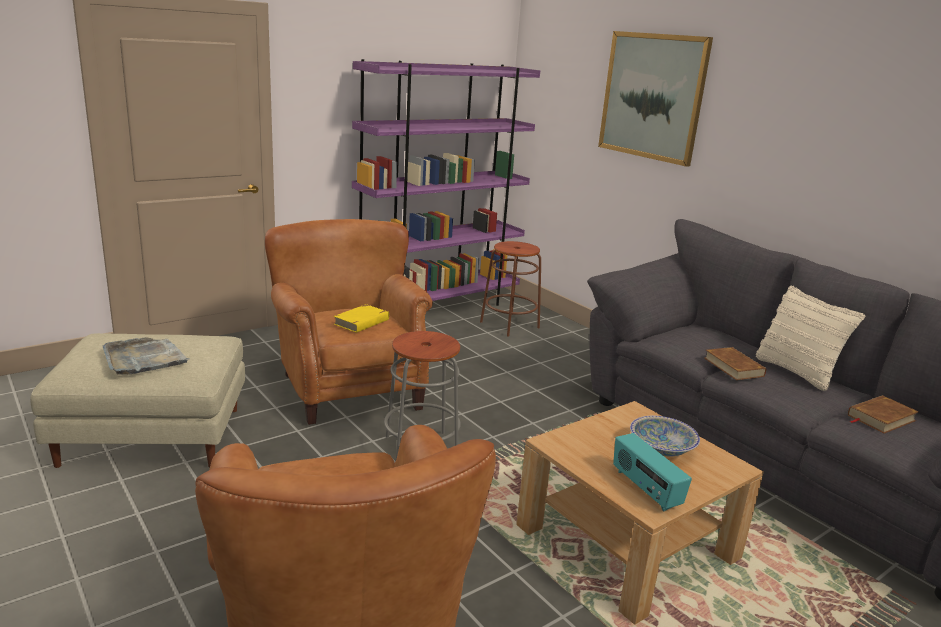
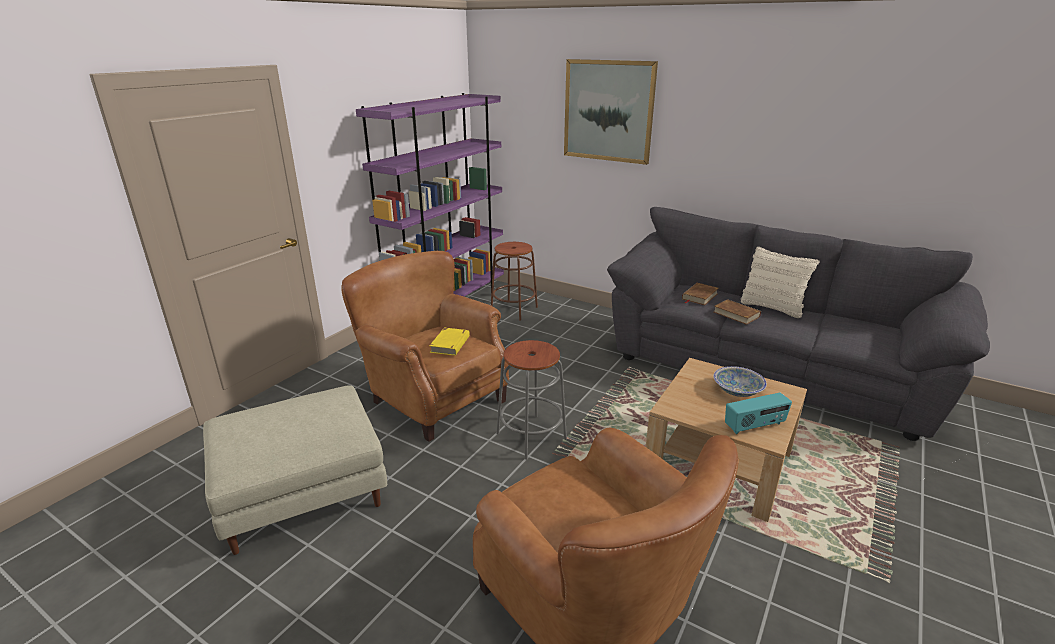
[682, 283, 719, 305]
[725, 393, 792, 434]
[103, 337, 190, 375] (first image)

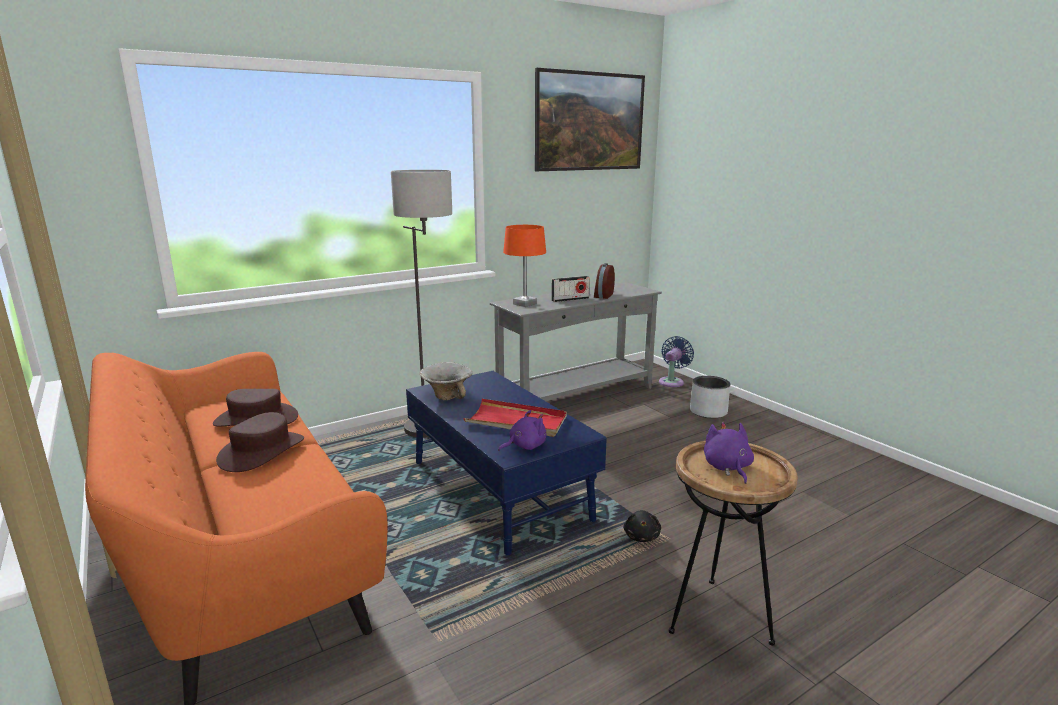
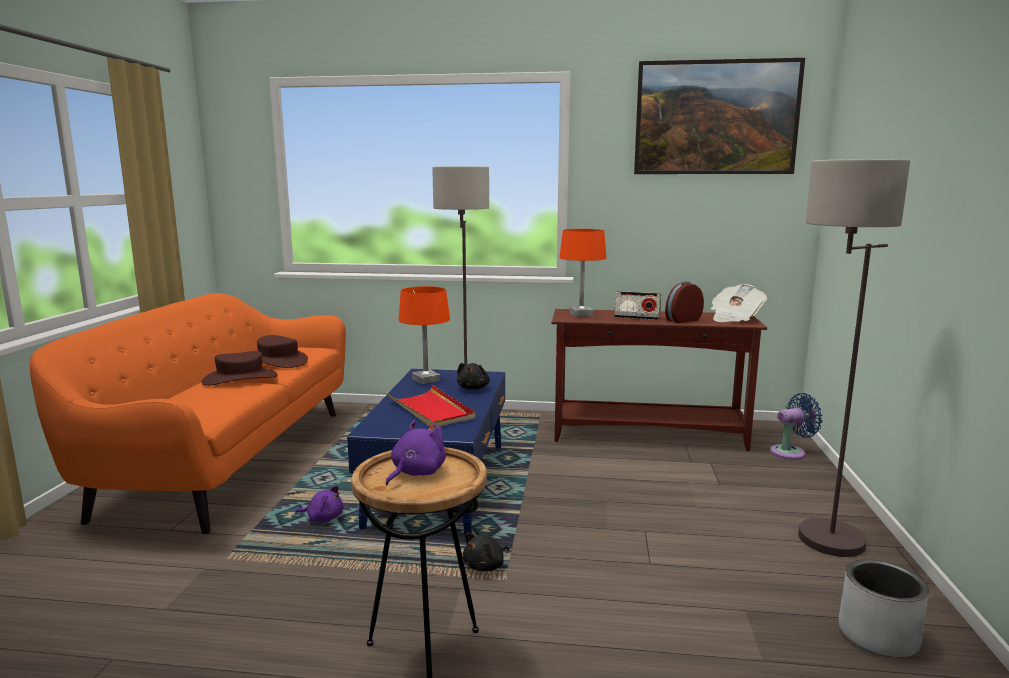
[295, 485, 344, 522]
[398, 286, 450, 384]
[457, 363, 490, 390]
[551, 309, 767, 451]
[711, 284, 767, 322]
[798, 159, 910, 557]
[839, 559, 929, 657]

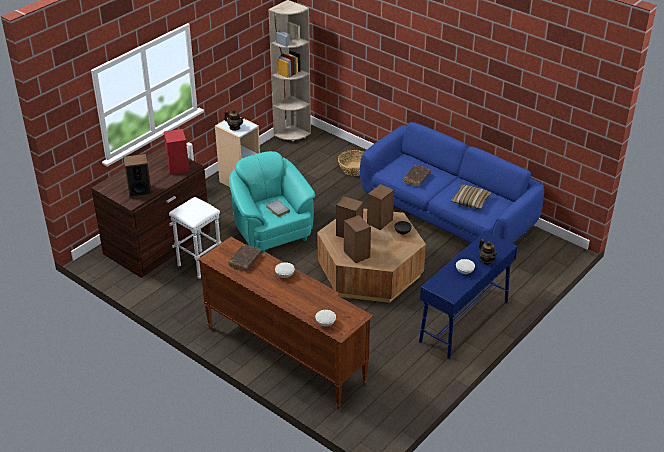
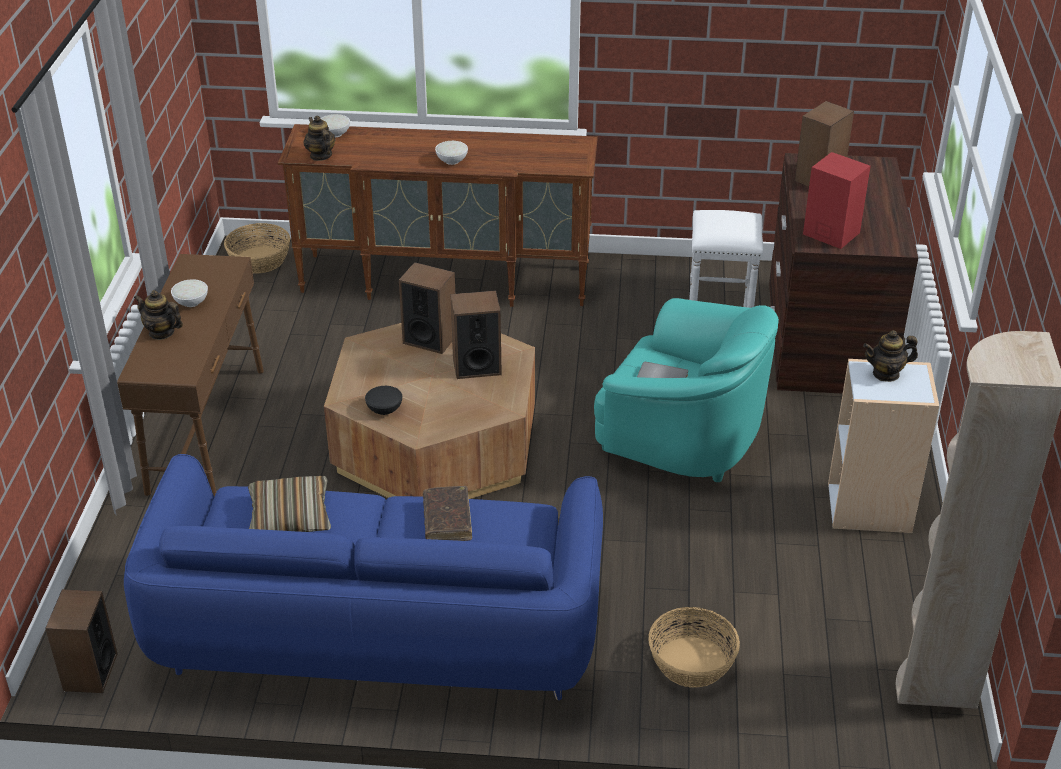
[45, 589, 118, 693]
[117, 254, 264, 497]
[224, 223, 290, 273]
[304, 116, 336, 161]
[228, 244, 262, 271] (first image)

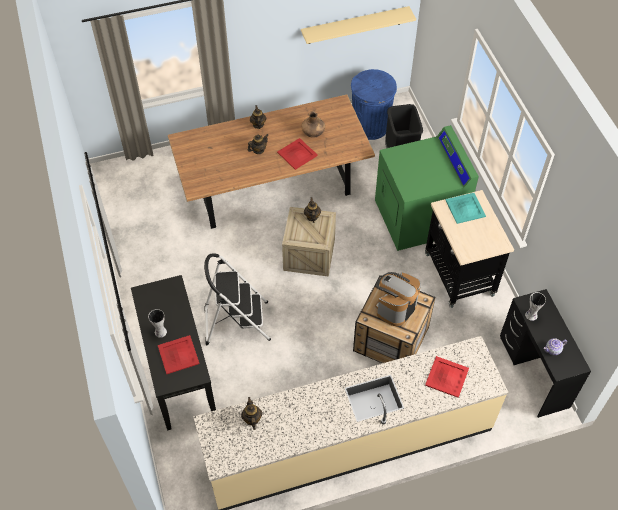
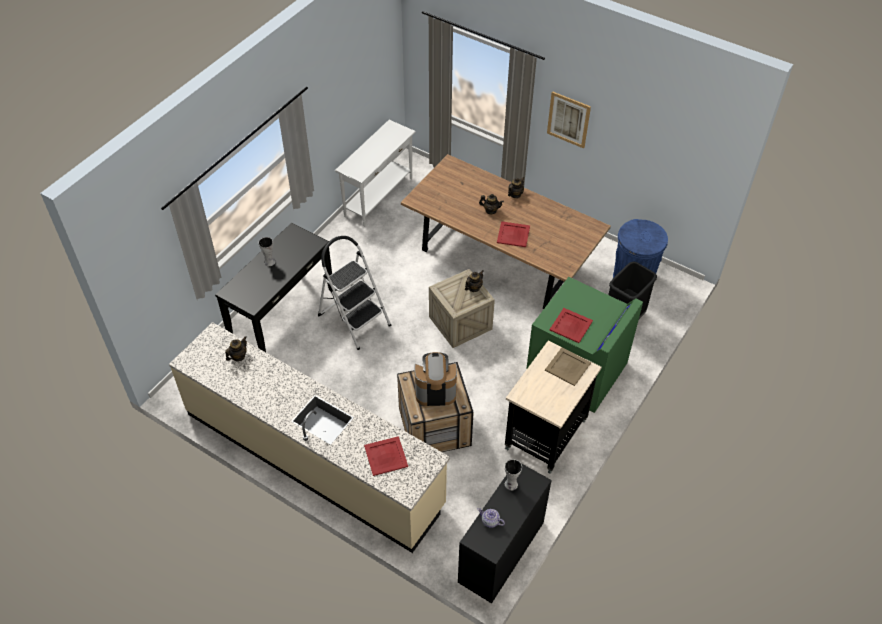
[335, 120, 416, 226]
[545, 347, 591, 386]
[547, 91, 591, 148]
[550, 308, 593, 343]
[301, 6, 416, 44] (first image)
[302, 111, 325, 138] (first image)

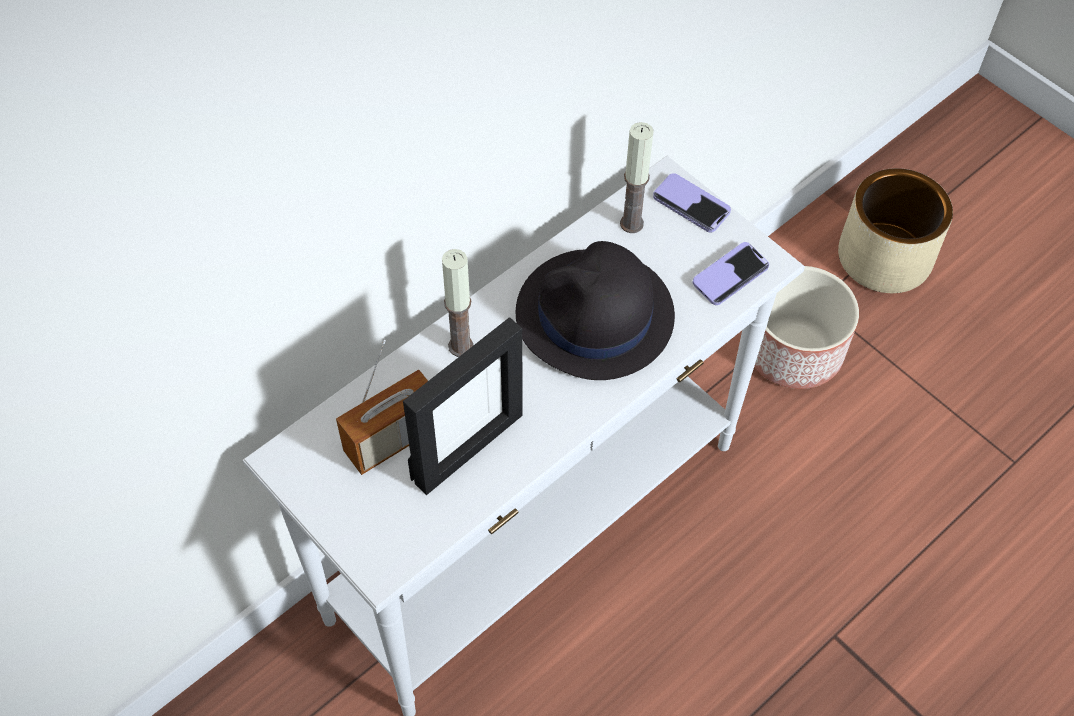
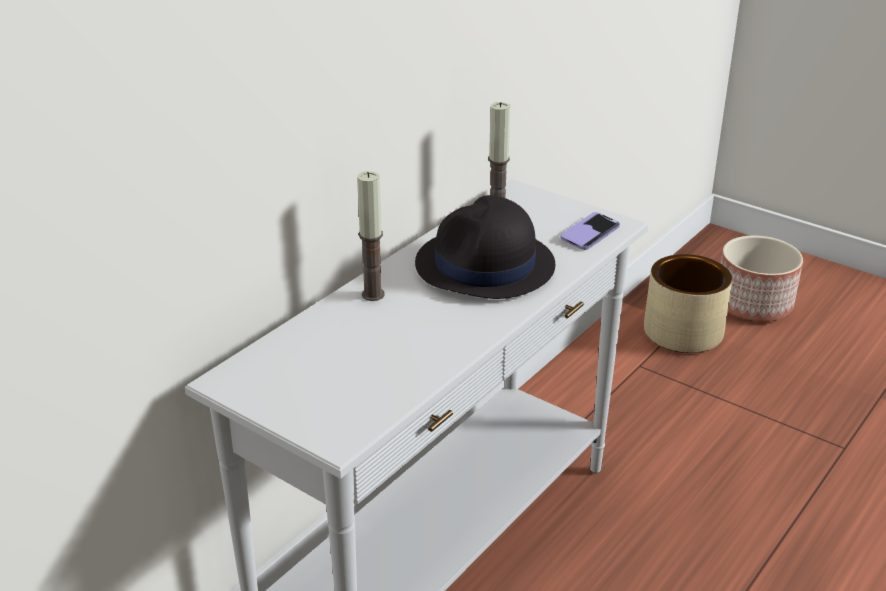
[721, 235, 803, 322]
[336, 340, 428, 475] (first image)
[403, 317, 522, 495] (first image)
[653, 173, 731, 233] (first image)

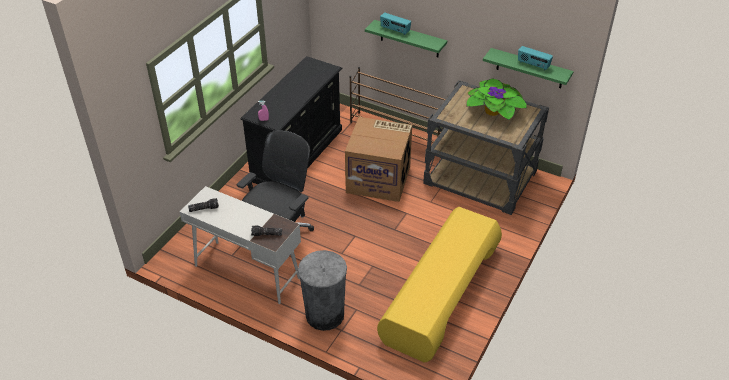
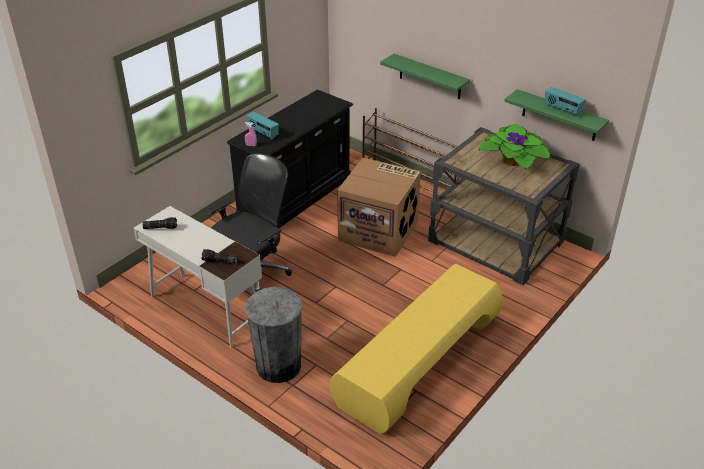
[247, 112, 279, 139]

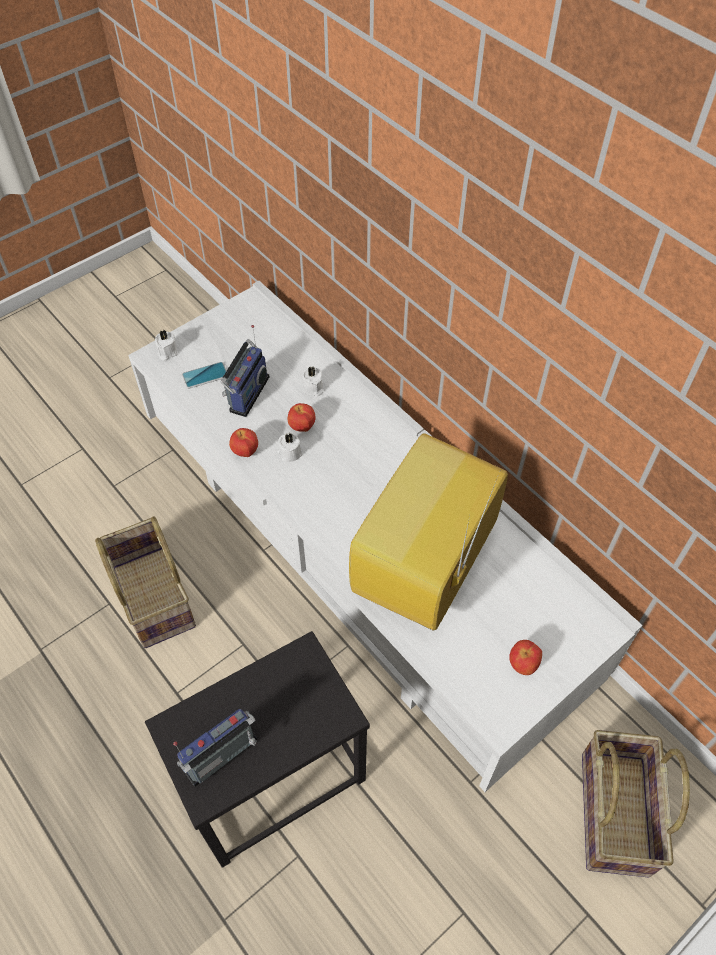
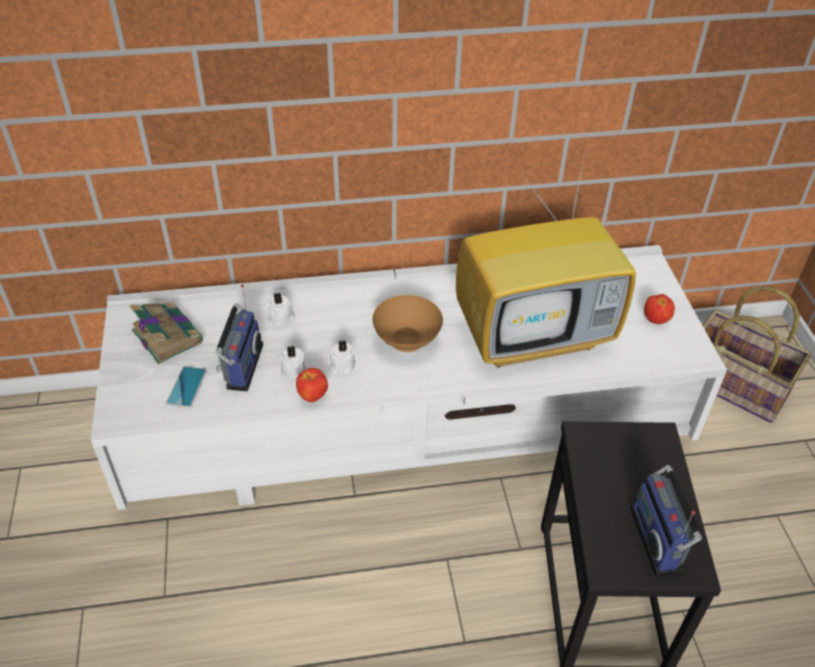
[130, 302, 203, 365]
[216, 284, 263, 391]
[280, 346, 306, 380]
[372, 295, 443, 352]
[456, 148, 636, 367]
[95, 516, 196, 648] (first image)
[288, 403, 315, 432] (first image)

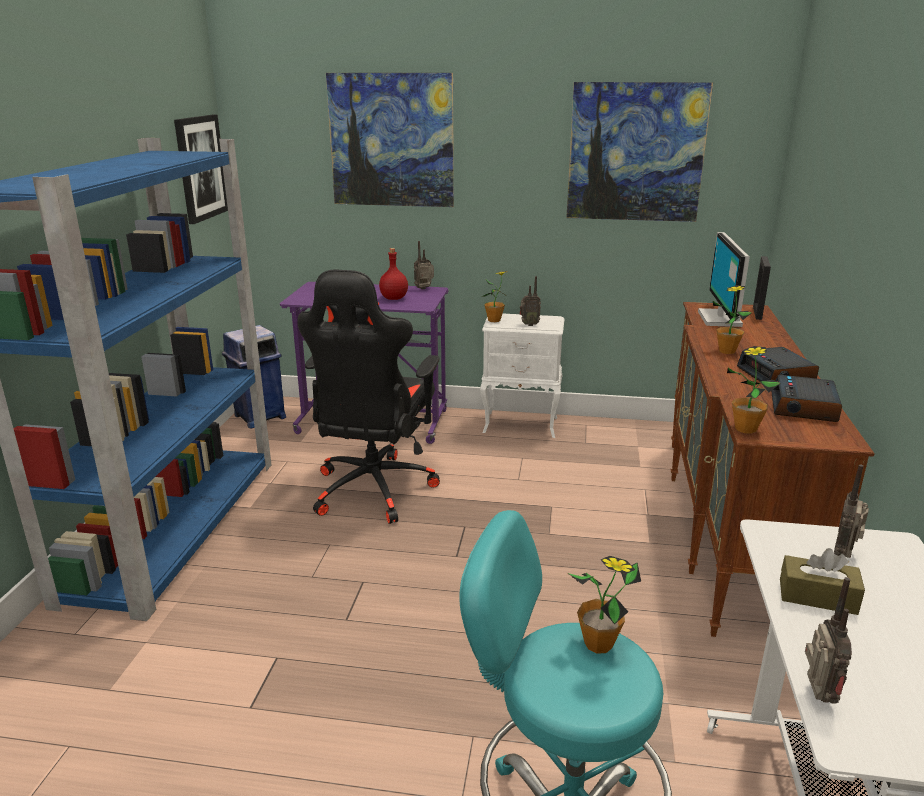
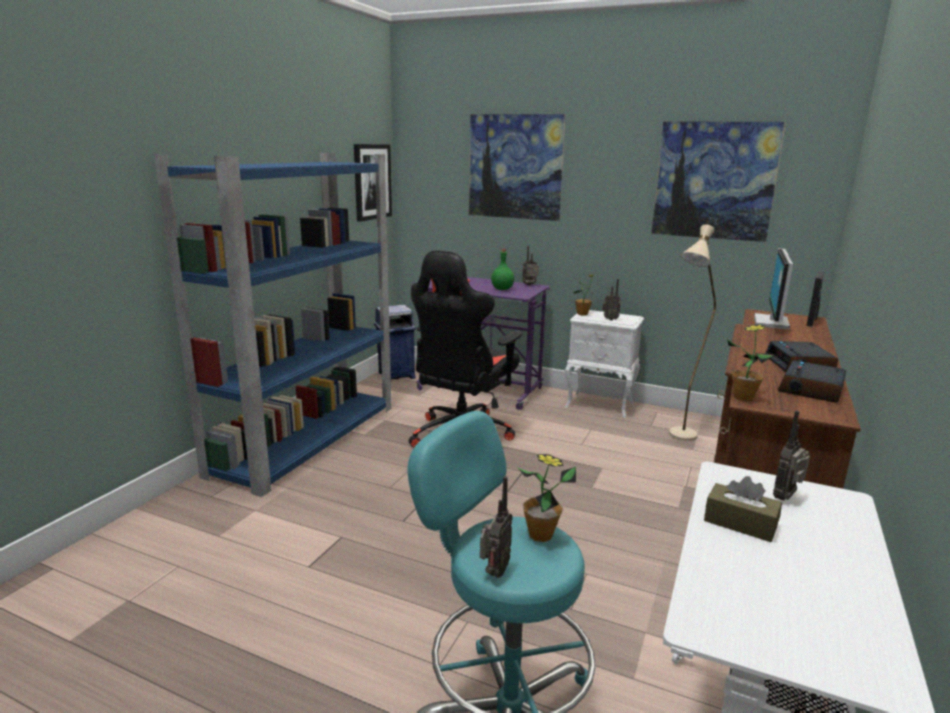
[480, 476, 512, 578]
[491, 249, 514, 290]
[669, 225, 716, 441]
[713, 286, 752, 354] (first image)

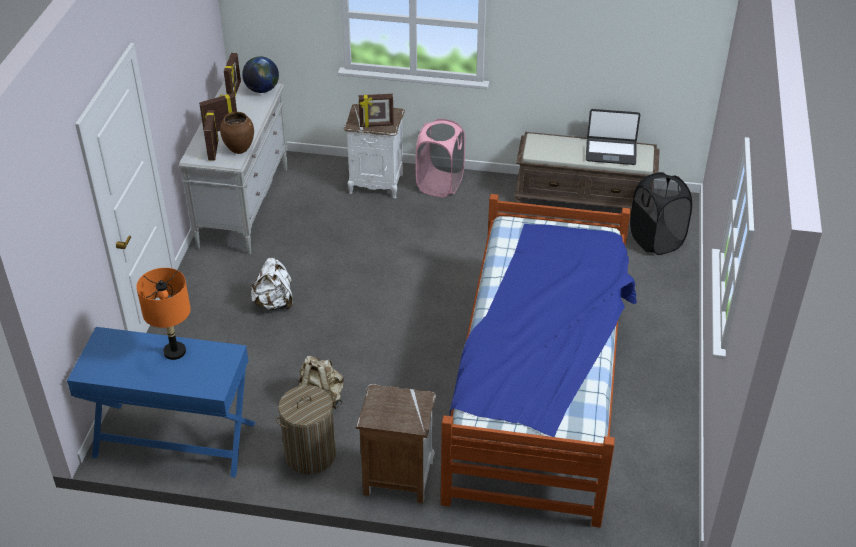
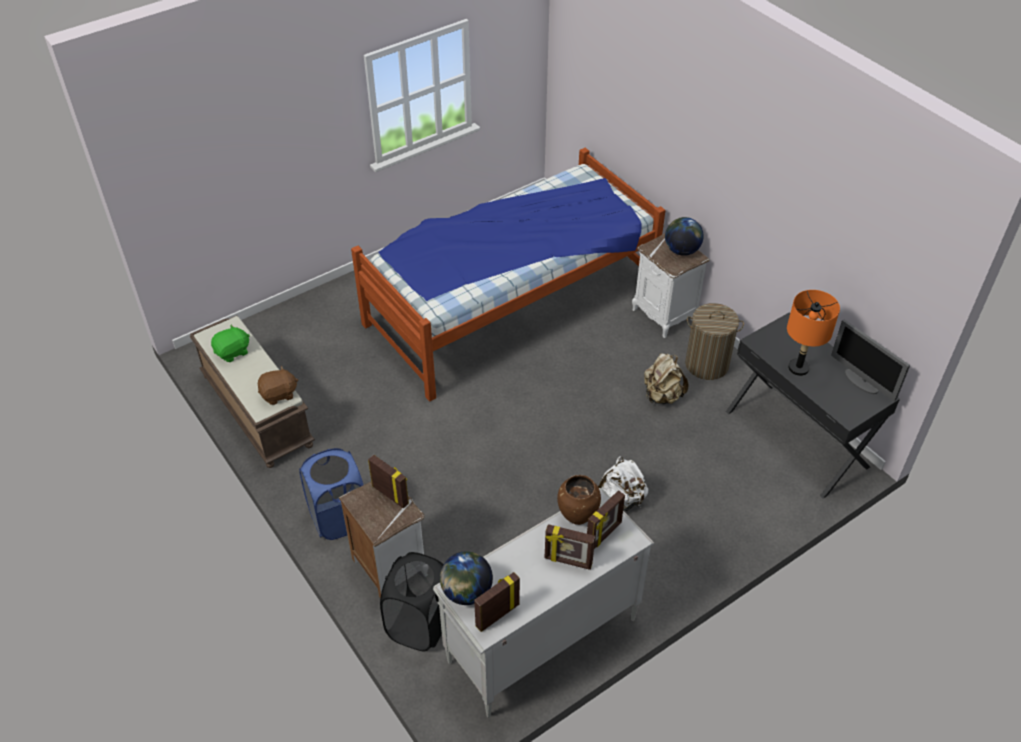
[211, 324, 250, 362]
[258, 366, 298, 405]
[299, 448, 363, 540]
[380, 552, 444, 652]
[665, 217, 704, 256]
[726, 312, 900, 499]
[831, 320, 910, 401]

